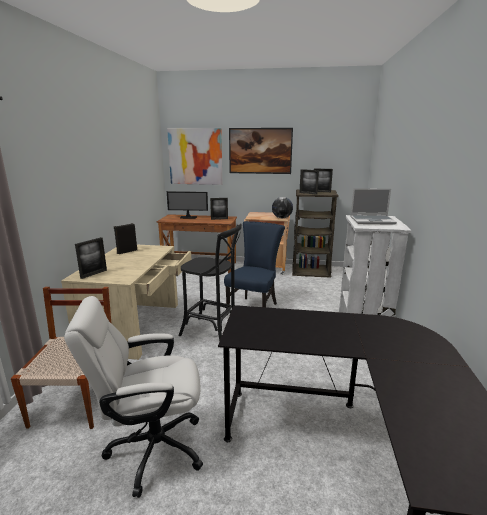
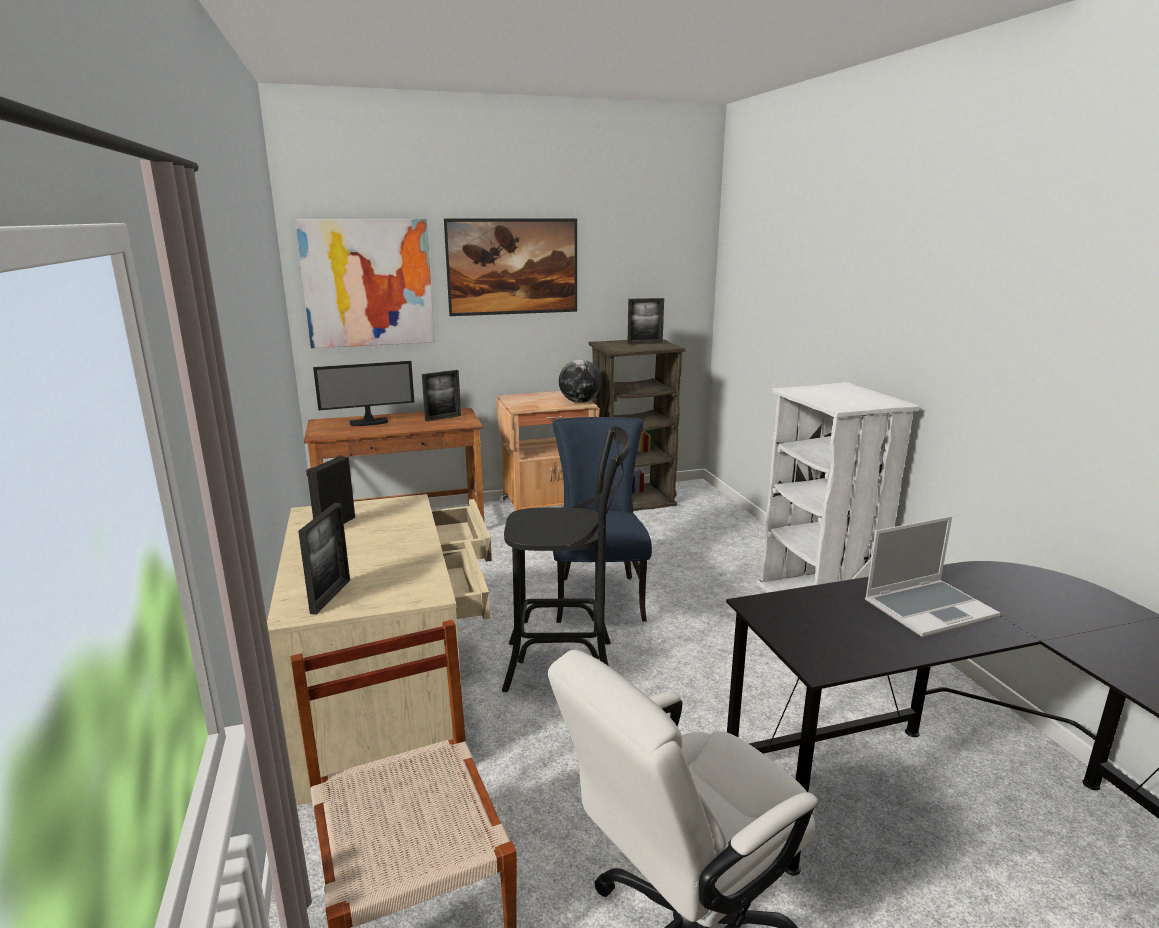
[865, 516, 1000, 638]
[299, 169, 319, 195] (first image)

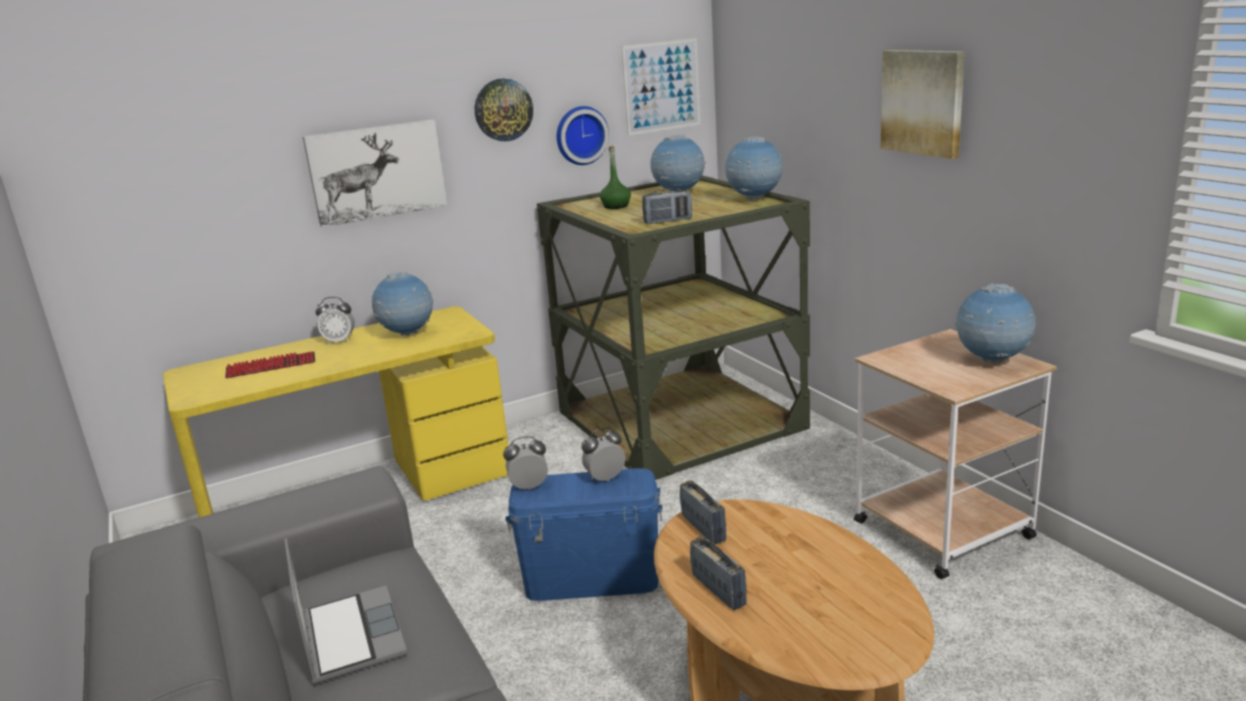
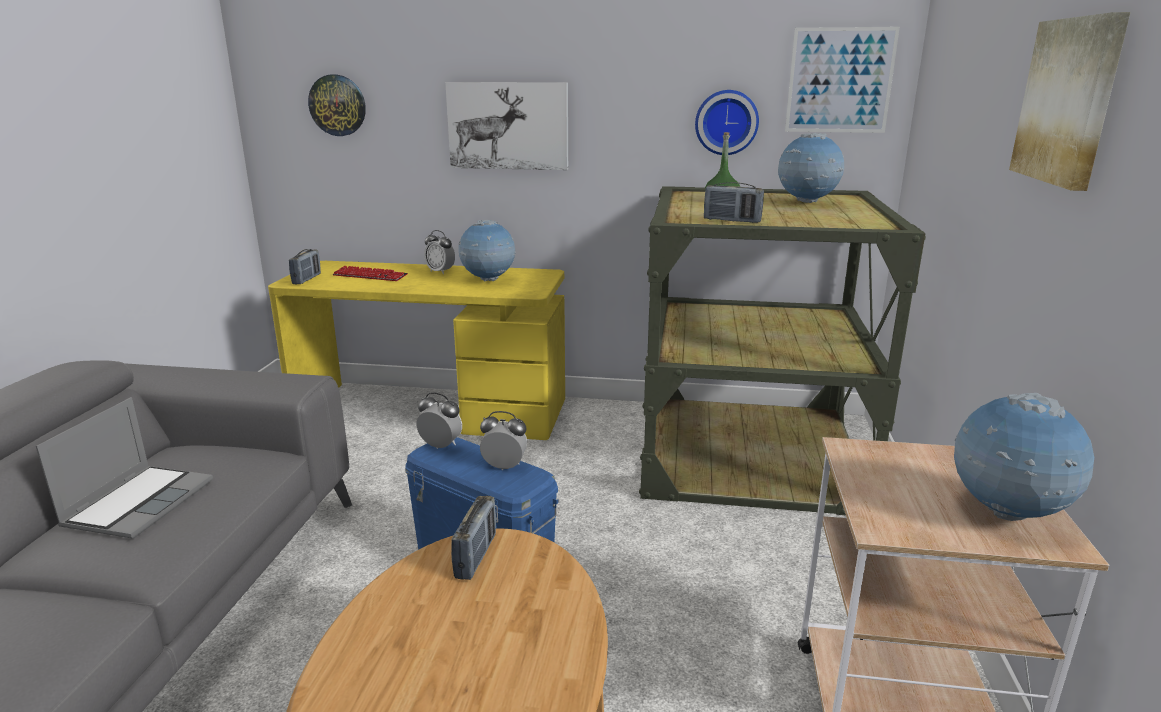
[289, 249, 321, 284]
[308, 75, 366, 136]
[725, 136, 783, 200] (first image)

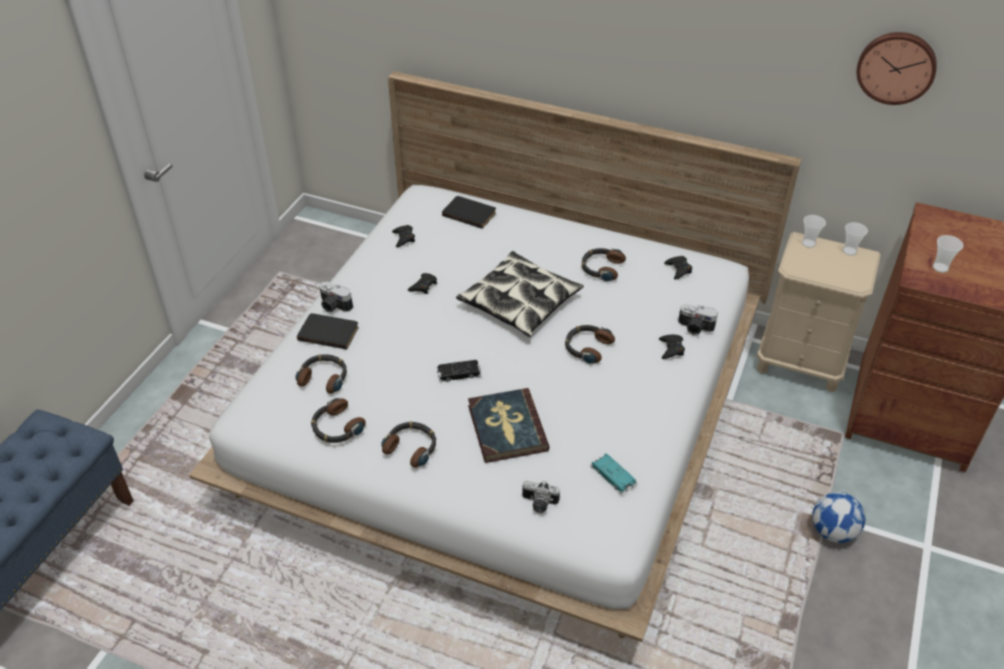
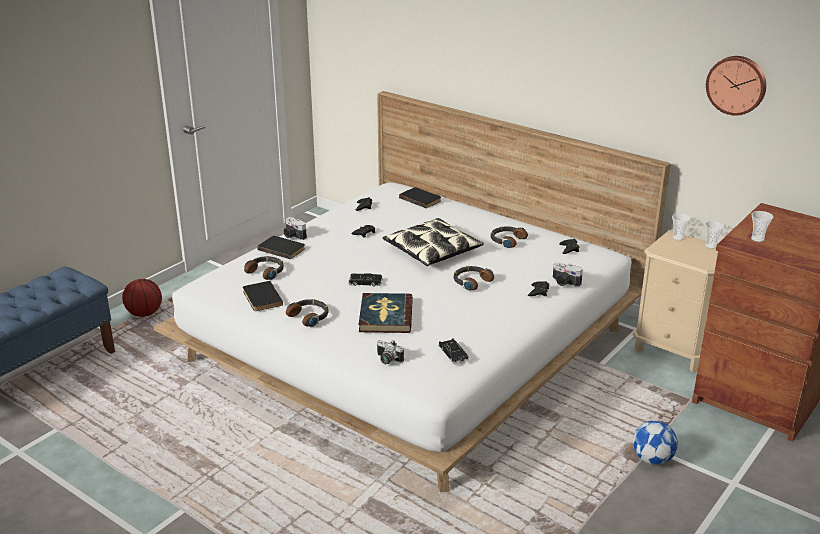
[122, 279, 162, 317]
[243, 281, 283, 311]
[438, 338, 469, 364]

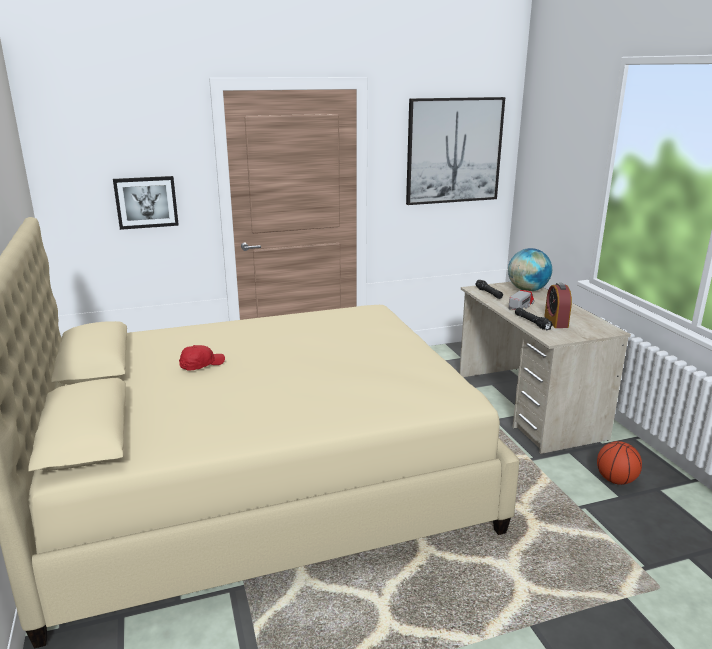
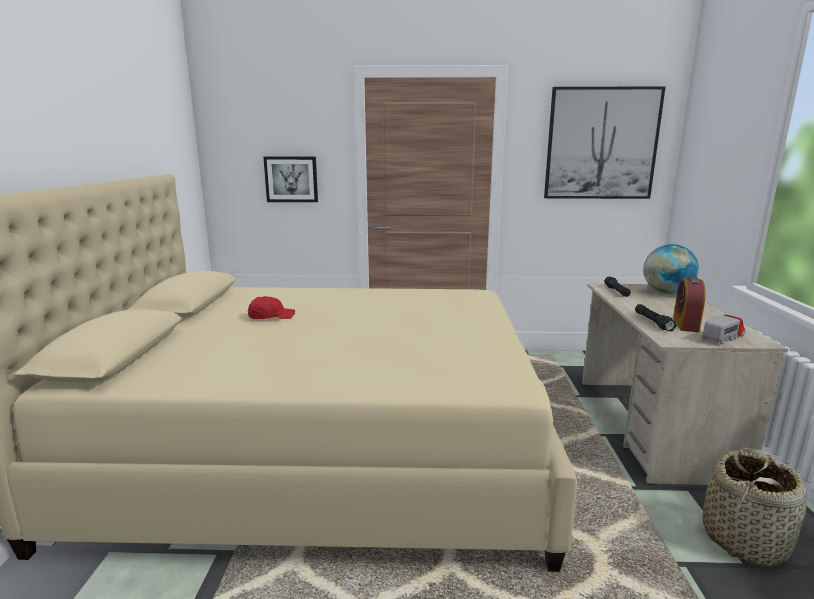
[702, 315, 745, 345]
[702, 448, 807, 568]

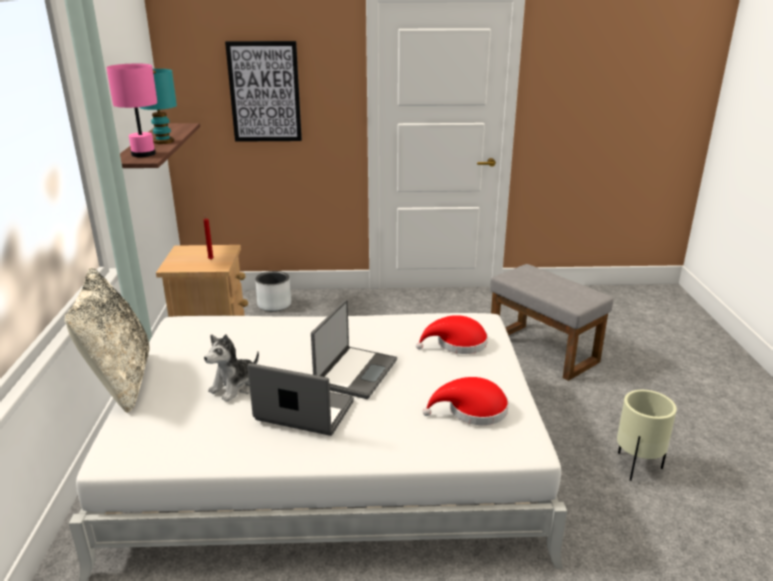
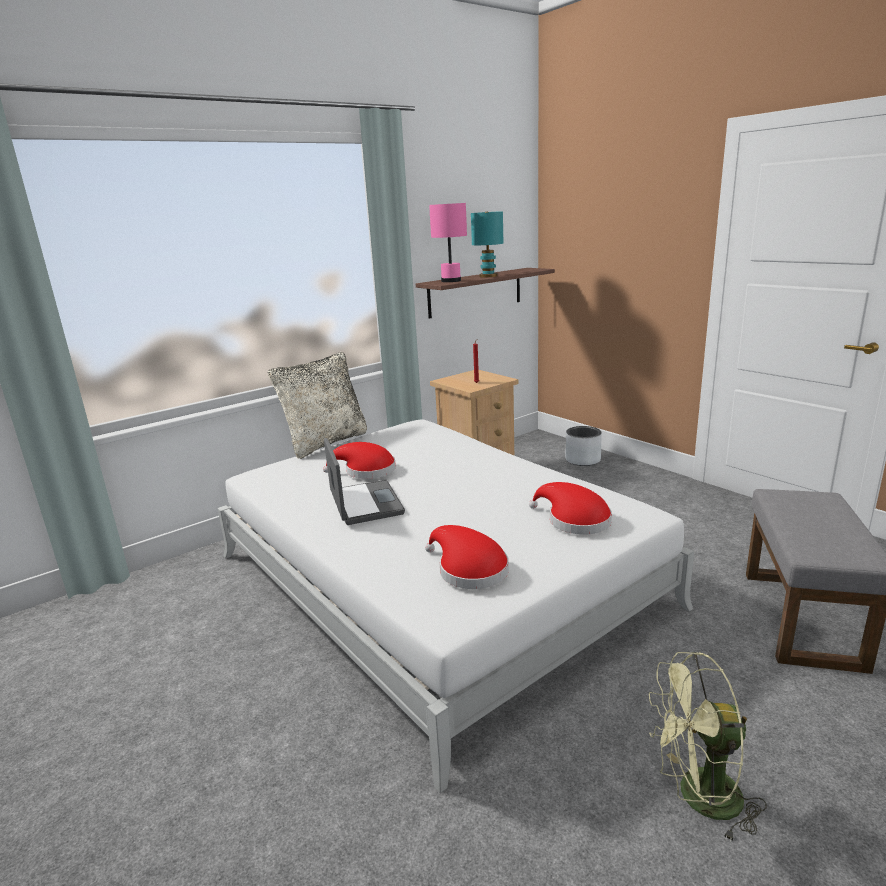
[323, 442, 396, 479]
[649, 652, 767, 842]
[225, 41, 302, 142] (first image)
[311, 300, 397, 399] (first image)

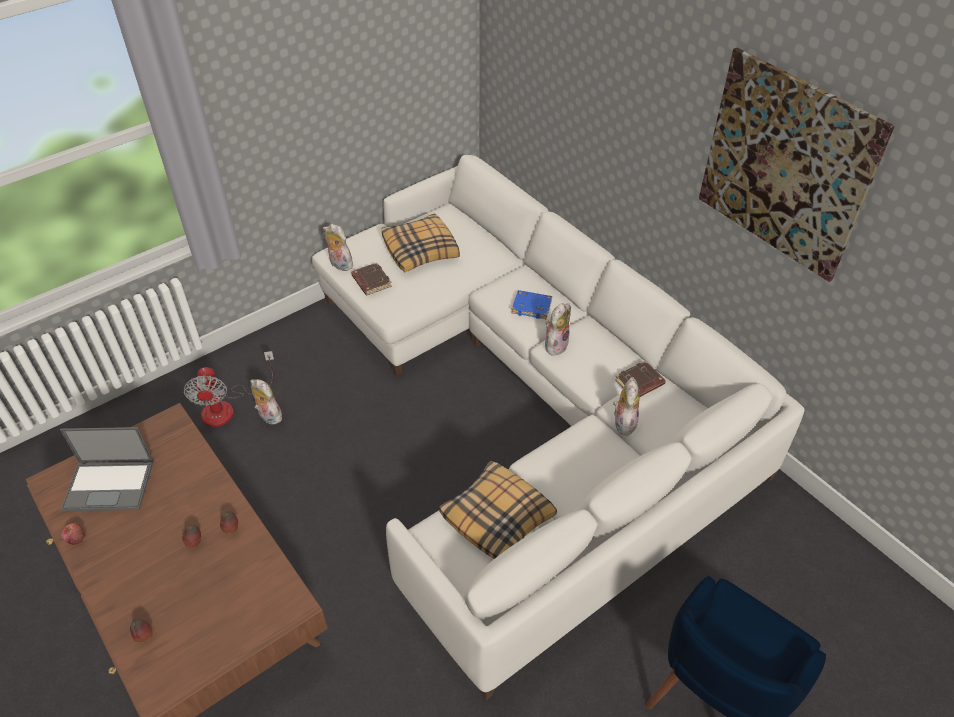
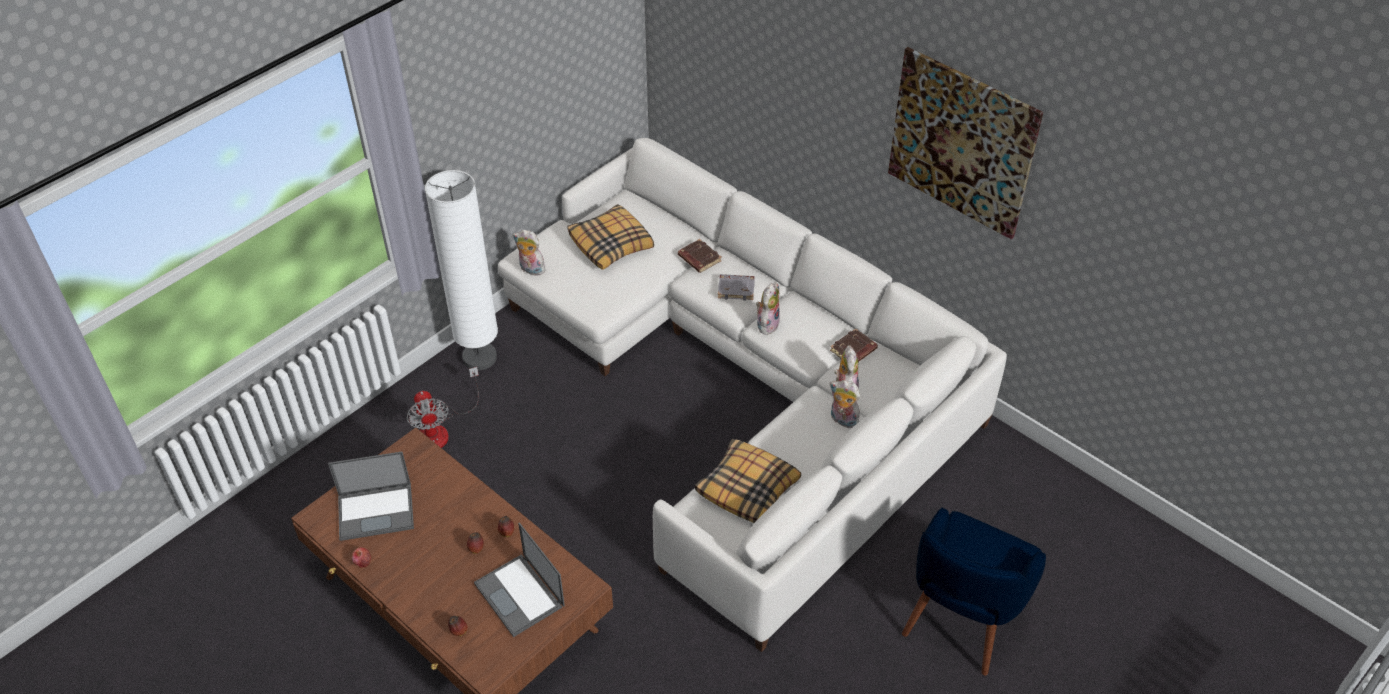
[425, 170, 498, 371]
[474, 523, 565, 637]
[678, 239, 722, 273]
[718, 274, 755, 301]
[830, 380, 860, 428]

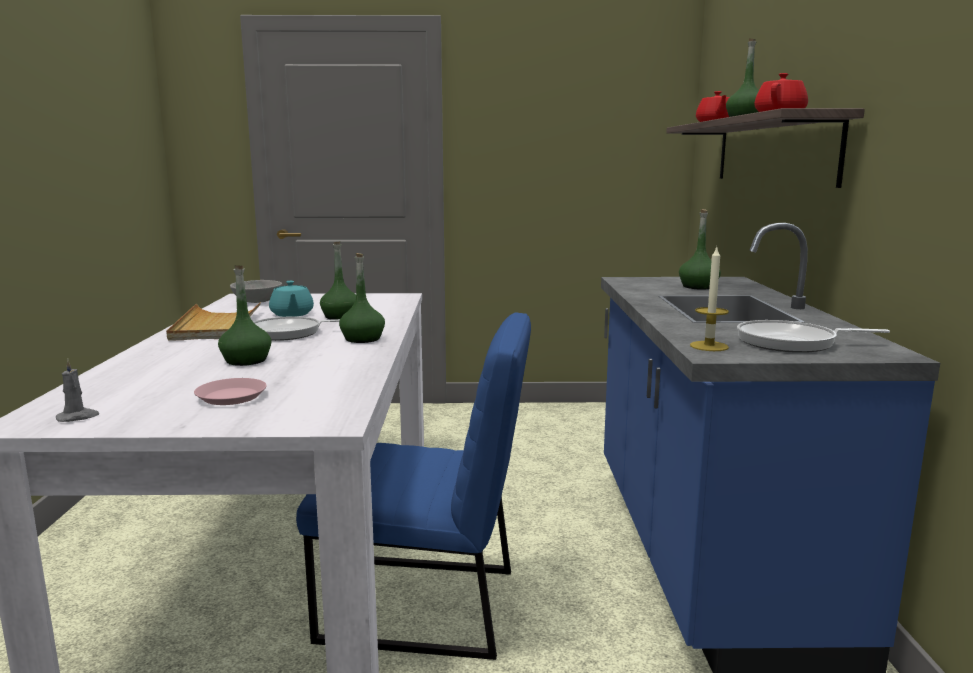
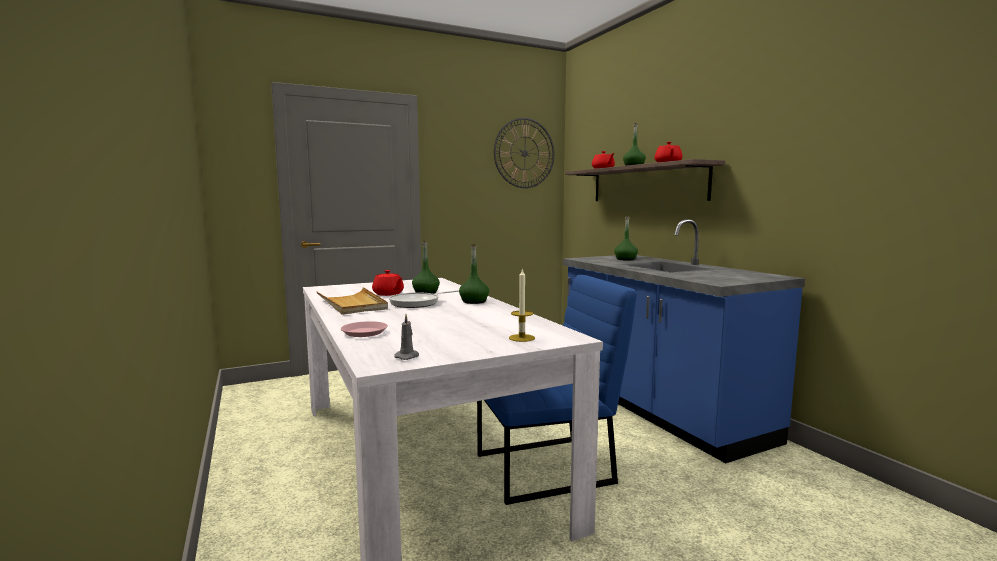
[341, 321, 388, 337]
[372, 270, 404, 296]
[494, 118, 554, 188]
[509, 268, 535, 342]
[218, 265, 272, 366] (first image)
[230, 280, 282, 303] (first image)
[737, 320, 890, 353] (first image)

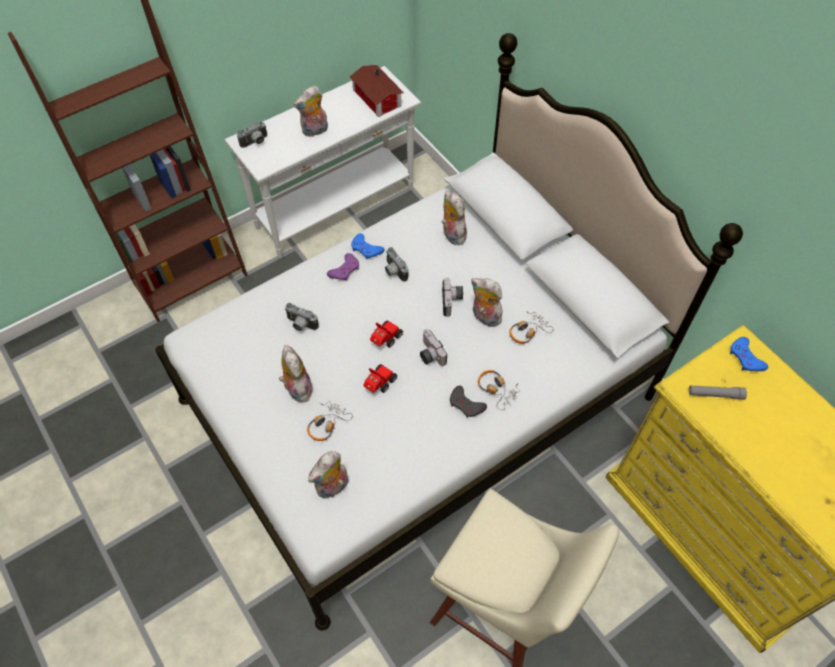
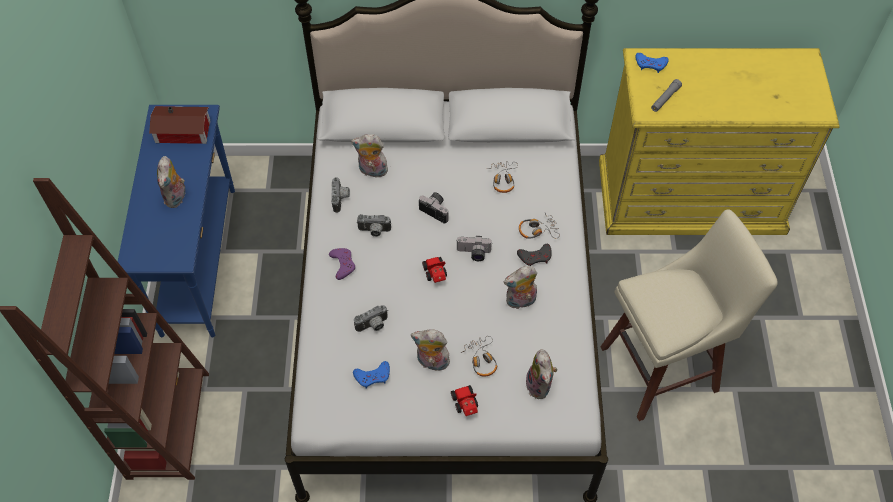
[118, 105, 235, 337]
[331, 177, 350, 213]
[353, 361, 390, 388]
[451, 385, 478, 416]
[504, 266, 537, 309]

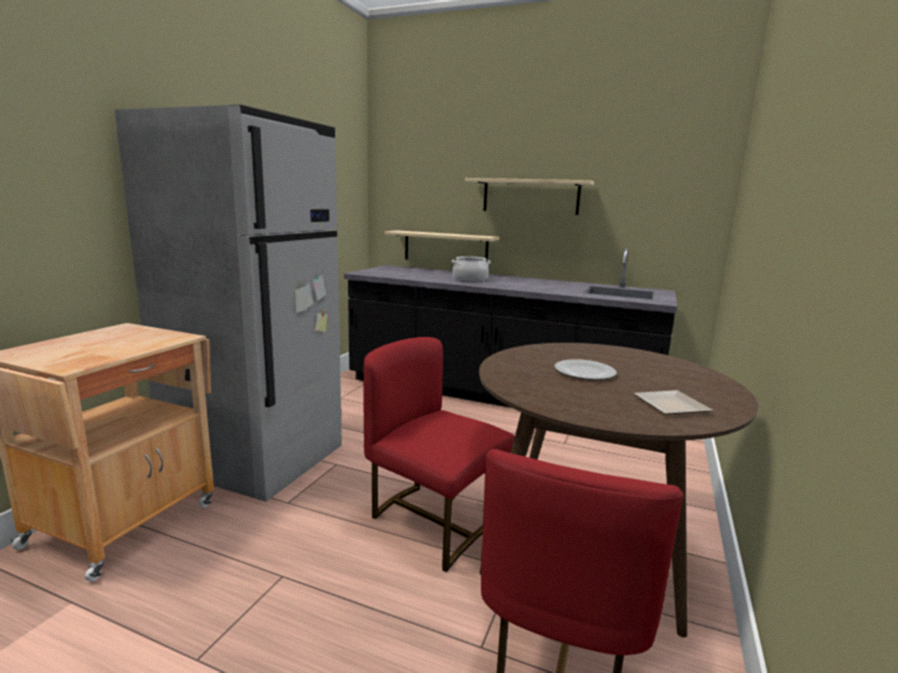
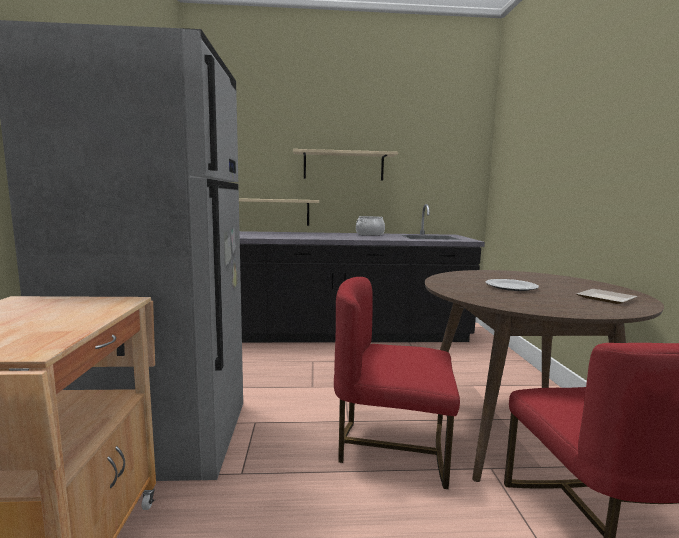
[356, 216, 385, 236]

